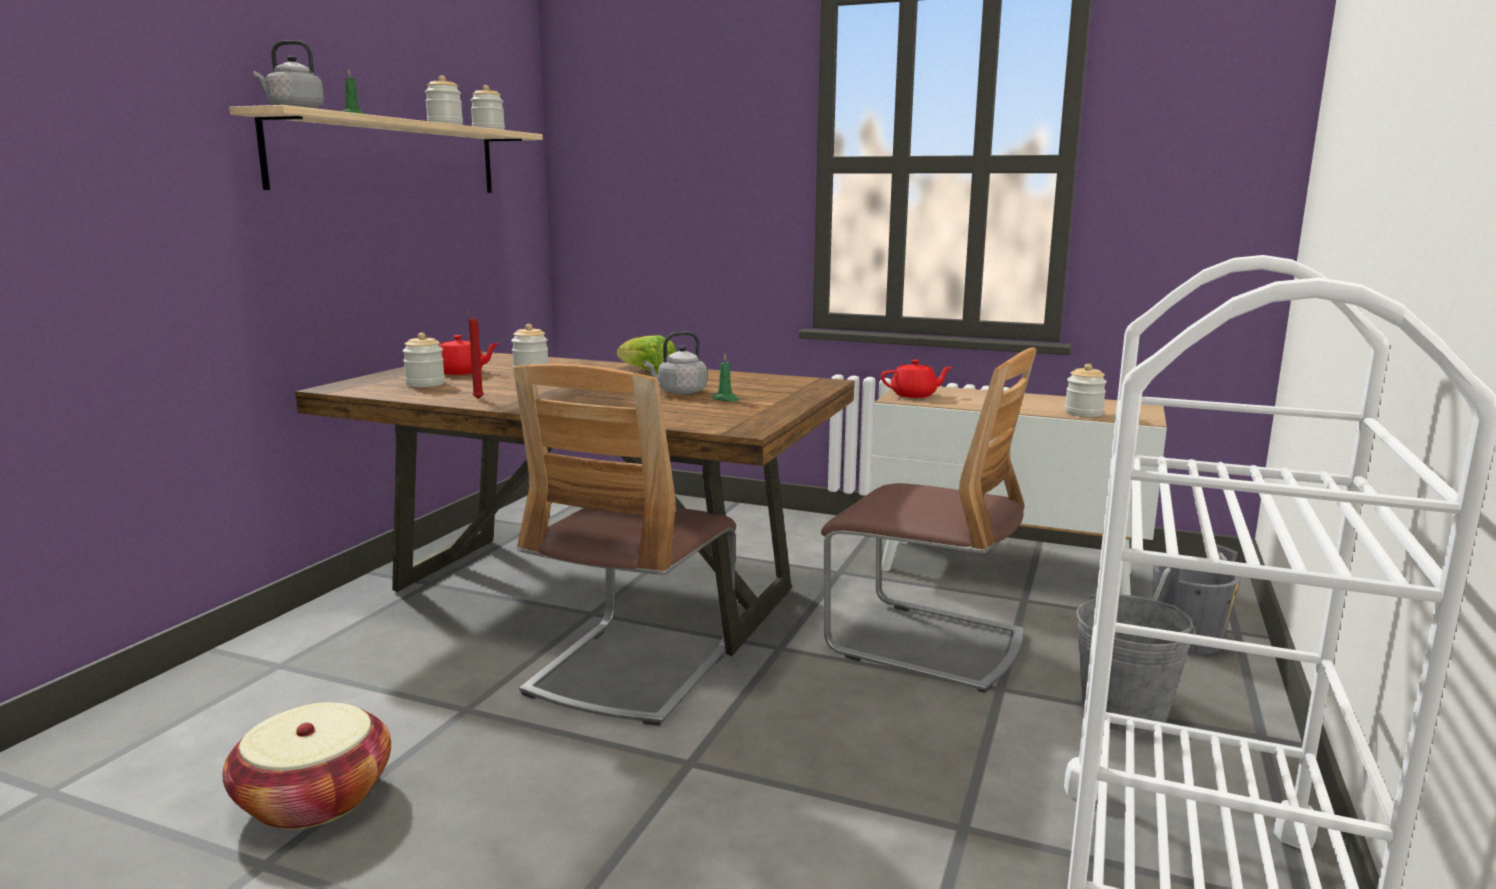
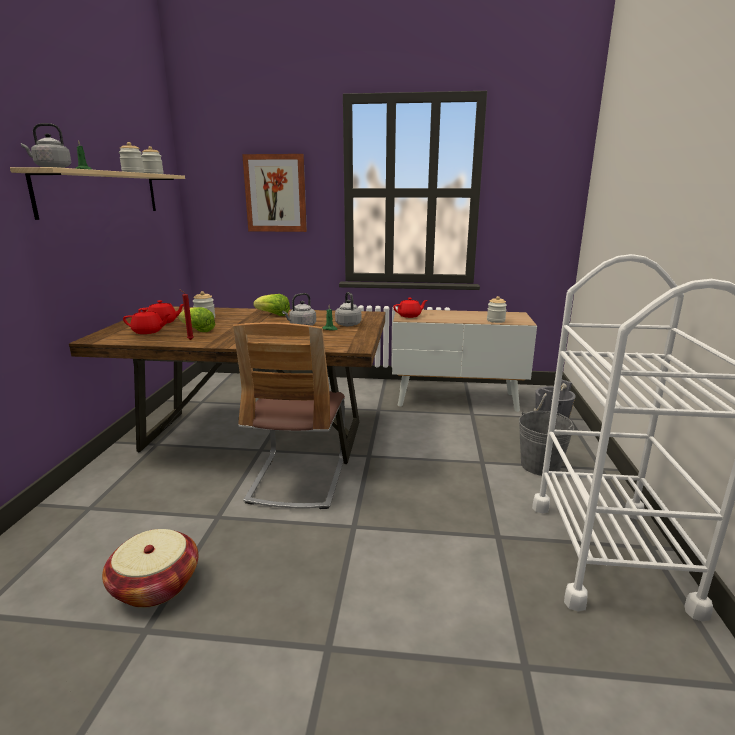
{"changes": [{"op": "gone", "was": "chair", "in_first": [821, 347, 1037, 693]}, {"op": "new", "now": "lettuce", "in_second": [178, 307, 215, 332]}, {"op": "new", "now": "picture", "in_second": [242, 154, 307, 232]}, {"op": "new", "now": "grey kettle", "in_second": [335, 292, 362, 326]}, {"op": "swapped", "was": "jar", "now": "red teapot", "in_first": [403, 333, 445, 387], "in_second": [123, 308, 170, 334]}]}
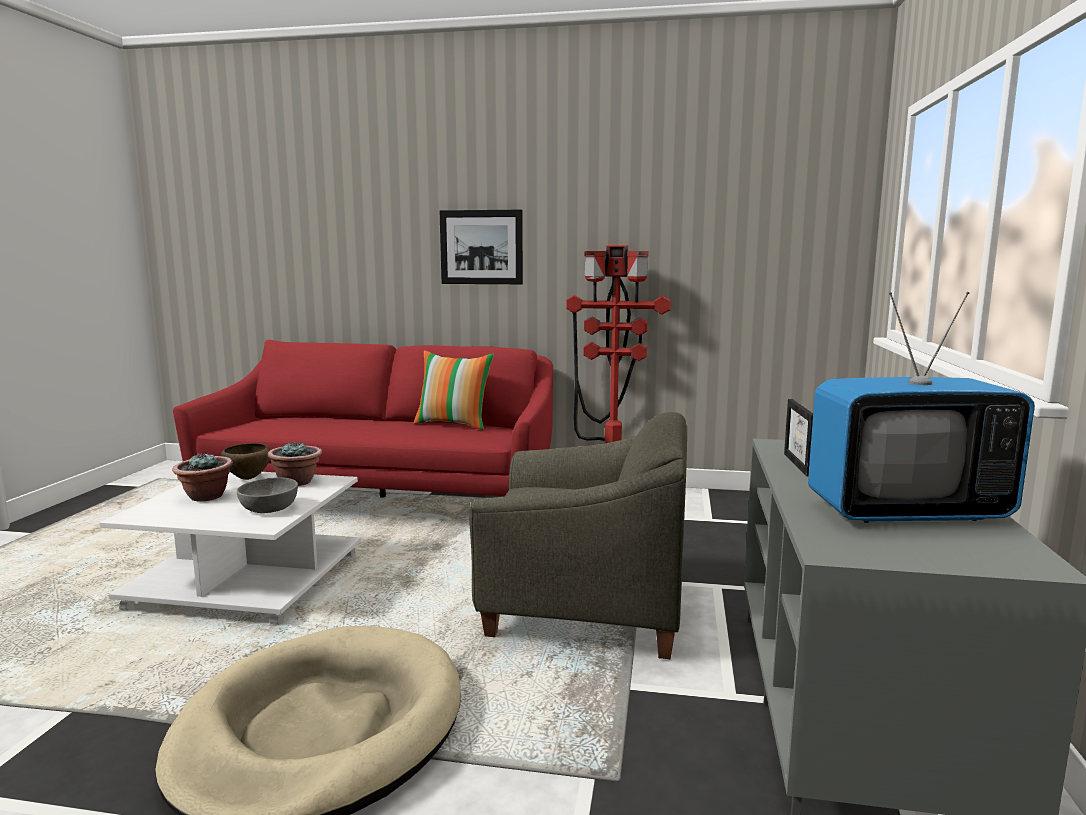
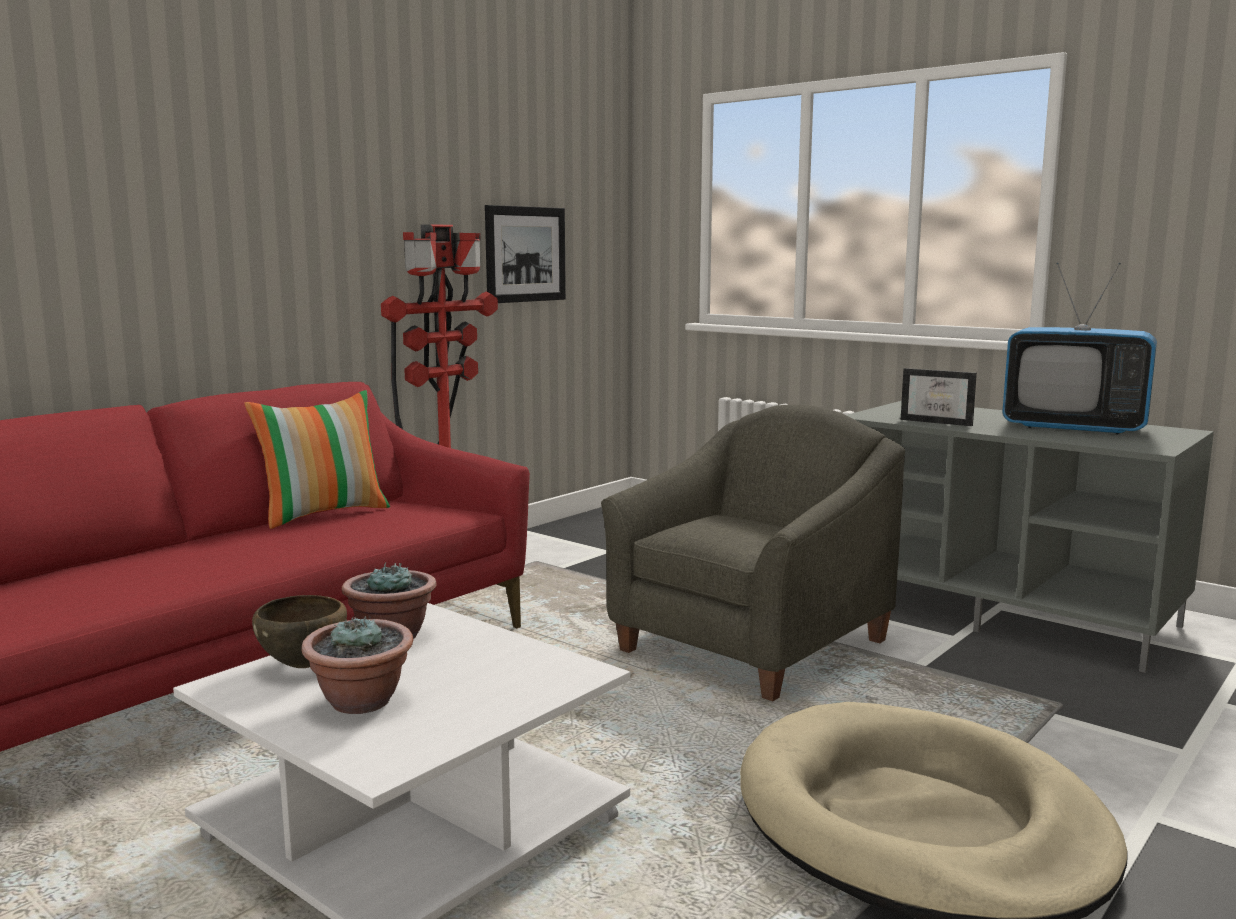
{"changes": [{"op": "gone", "was": "grey bowl", "in_first": [237, 477, 298, 513]}, {"op": "shifted", "was": "picture", "in_first": [440, 210, 523, 284], "in_second": [485, 205, 566, 303]}, {"op": "rotated", "was": "television", "in_first": [808, 292, 1035, 523], "in_second": [1002, 263, 1157, 435], "clockwise": 90}]}
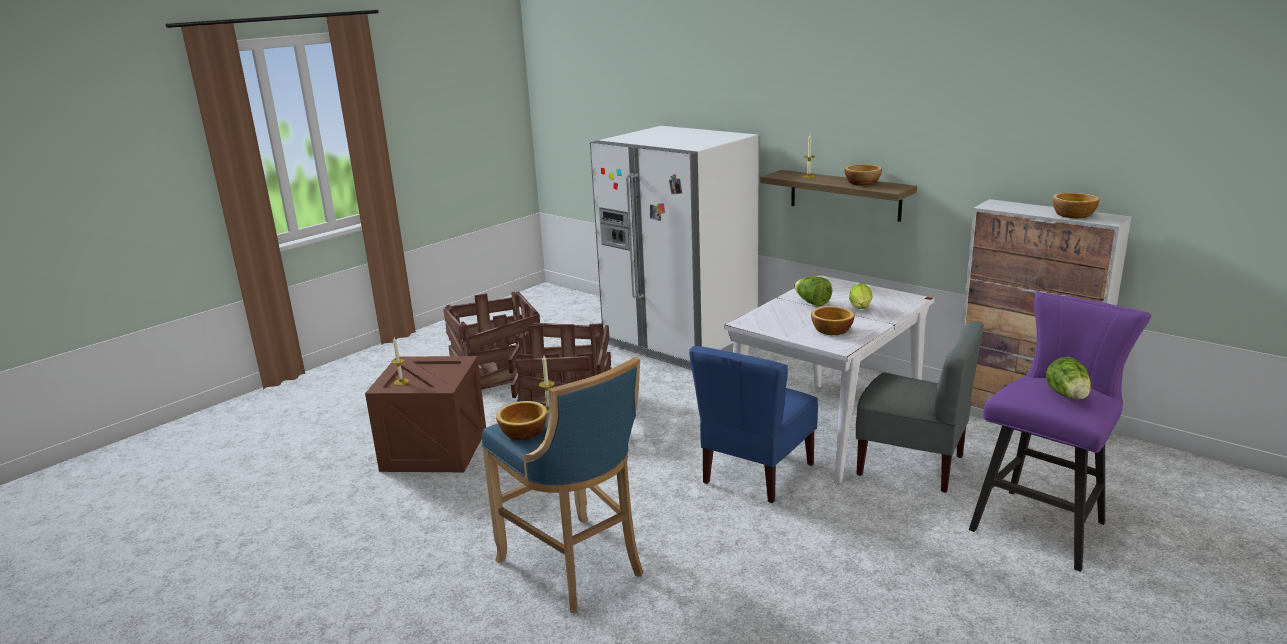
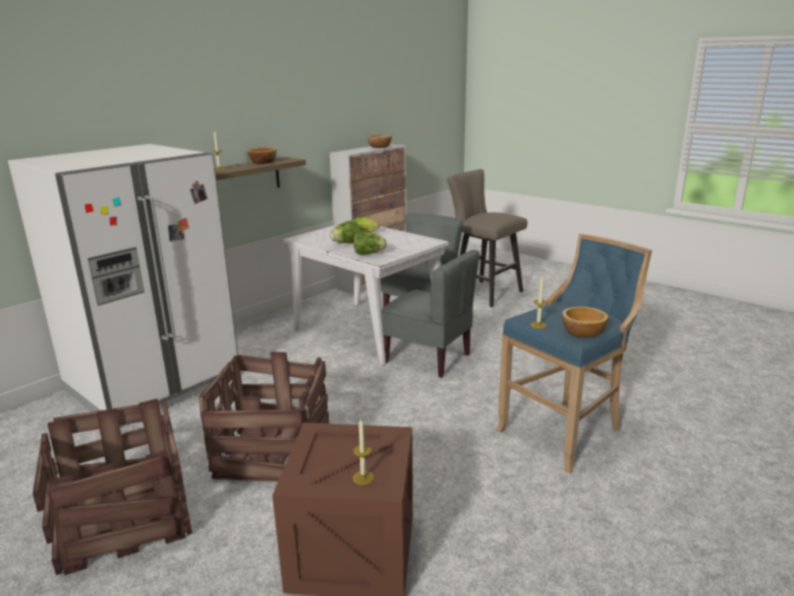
{"changes": [{"op": "gone", "was": "bowl", "in_first": [811, 306, 855, 335]}, {"op": "shifted", "was": "lettuce", "in_first": [1046, 357, 1091, 400], "in_second": [354, 231, 387, 255]}, {"op": "repainted", "was": "blue chair", "now": "grey chair", "in_first": [689, 346, 818, 503], "in_second": [381, 250, 480, 378]}, {"op": "repainted", "was": "purple stool", "now": "beige stool", "in_first": [969, 292, 1151, 572], "in_second": [447, 169, 527, 307]}]}
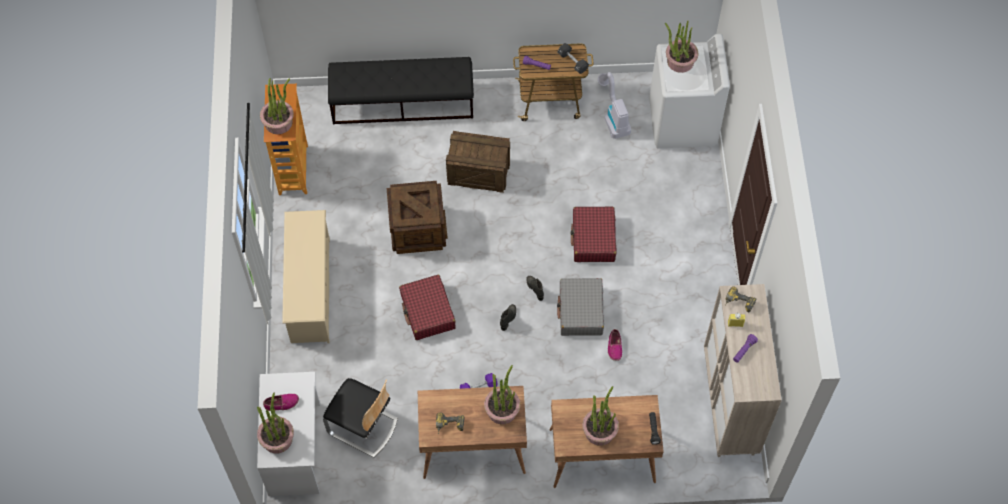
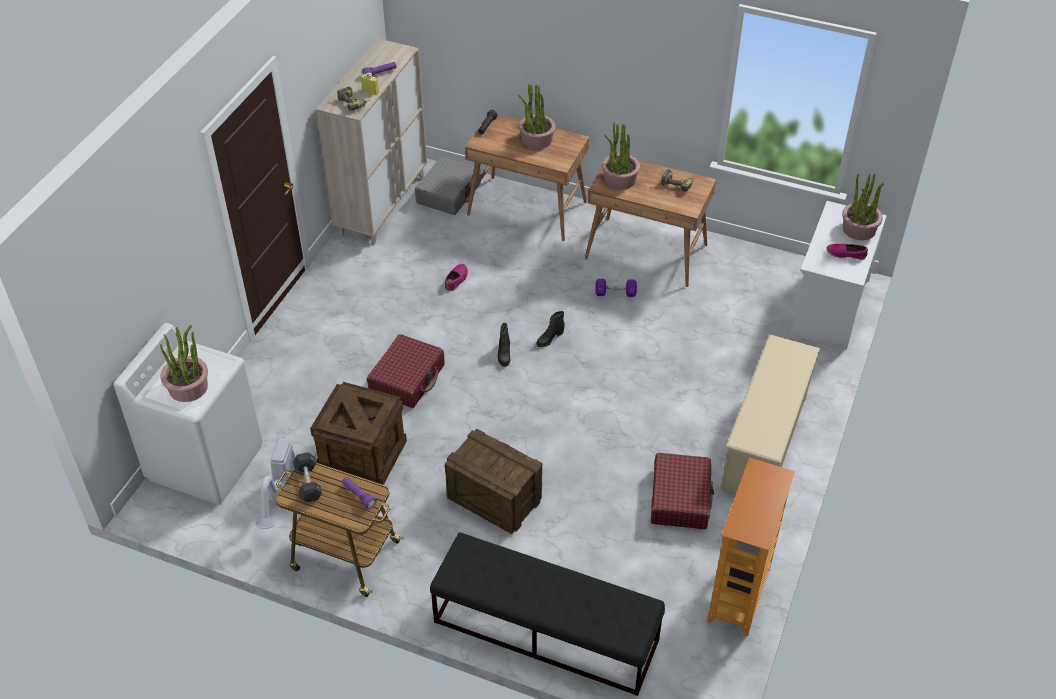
{"changes": [{"op": "gone", "was": "potted plant", "in_first": [260, 78, 294, 134]}, {"op": "gone", "was": "chair", "in_first": [323, 378, 398, 458]}, {"op": "shifted", "was": "crate", "in_first": [387, 181, 448, 254], "in_second": [310, 382, 407, 485]}, {"op": "shifted", "was": "red suitcase", "in_first": [399, 275, 456, 340], "in_second": [651, 453, 714, 529]}, {"op": "shifted", "was": "grey suitcase", "in_first": [557, 278, 604, 336], "in_second": [415, 156, 481, 215]}]}
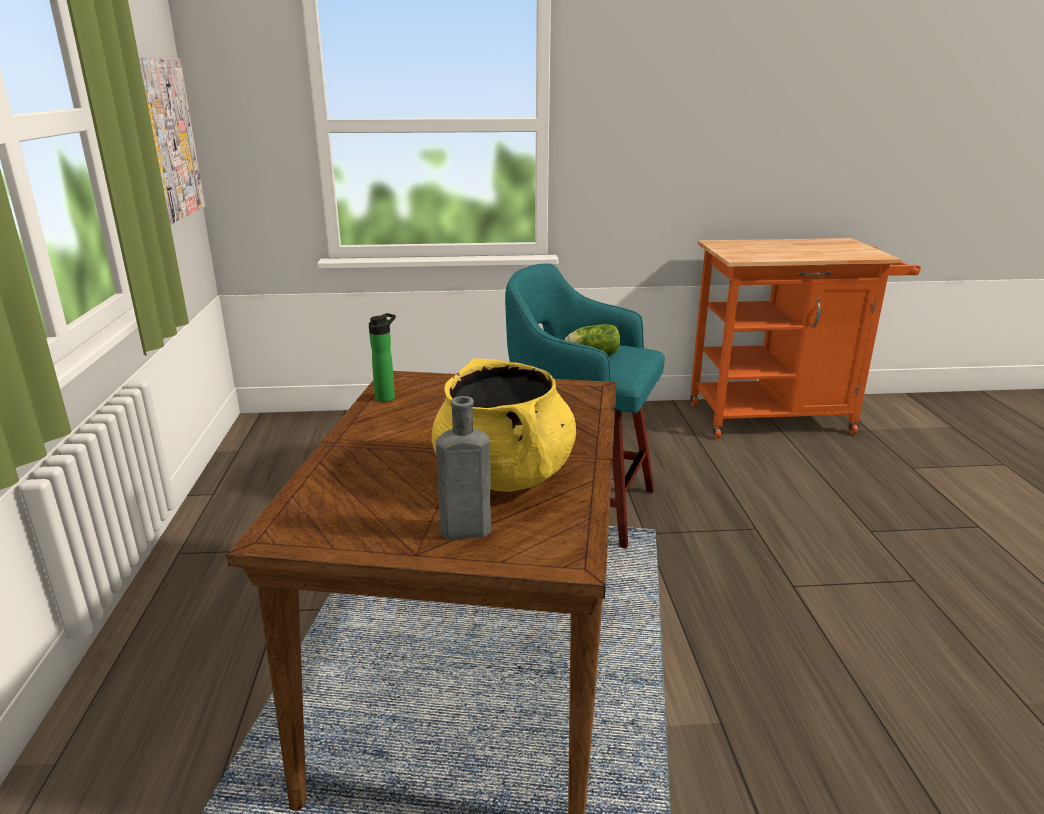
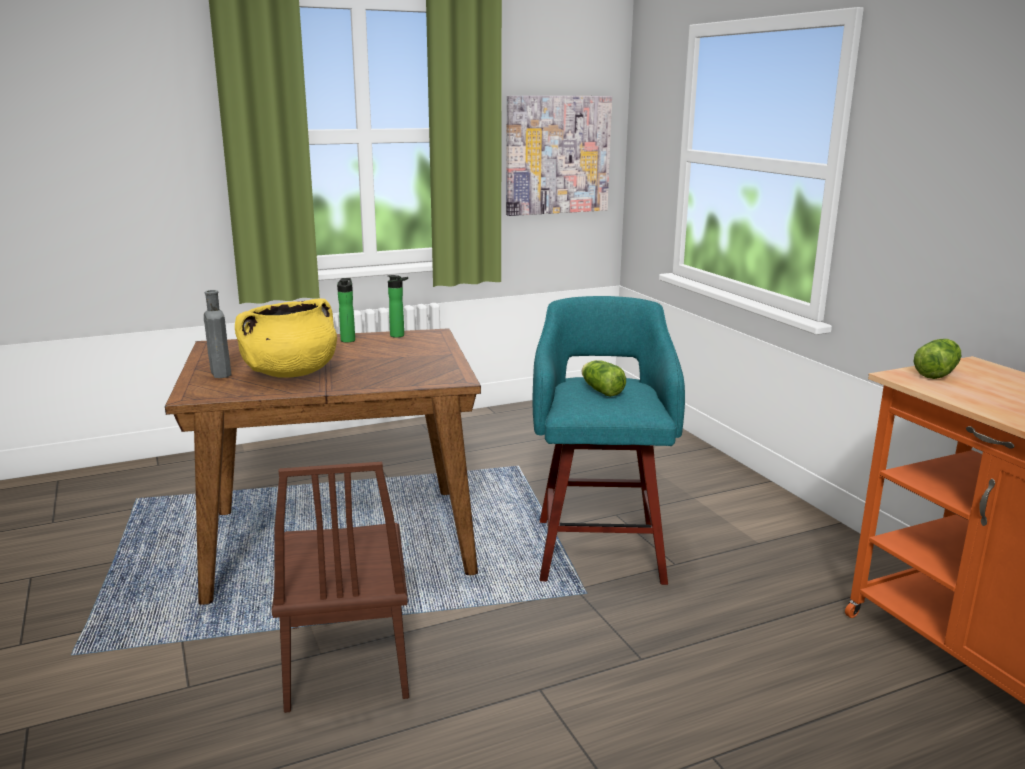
{"changes": [{"op": "new", "now": "brown chair", "in_second": [272, 462, 409, 713]}, {"op": "new", "now": "bottle", "in_second": [337, 278, 355, 343]}, {"op": "new", "now": "lettuce", "in_second": [913, 339, 961, 379]}]}
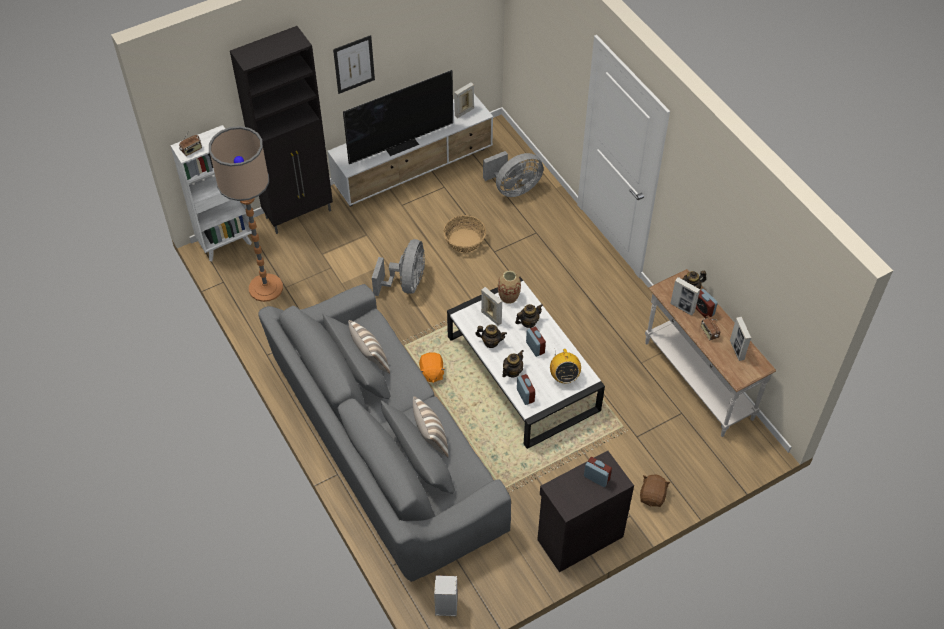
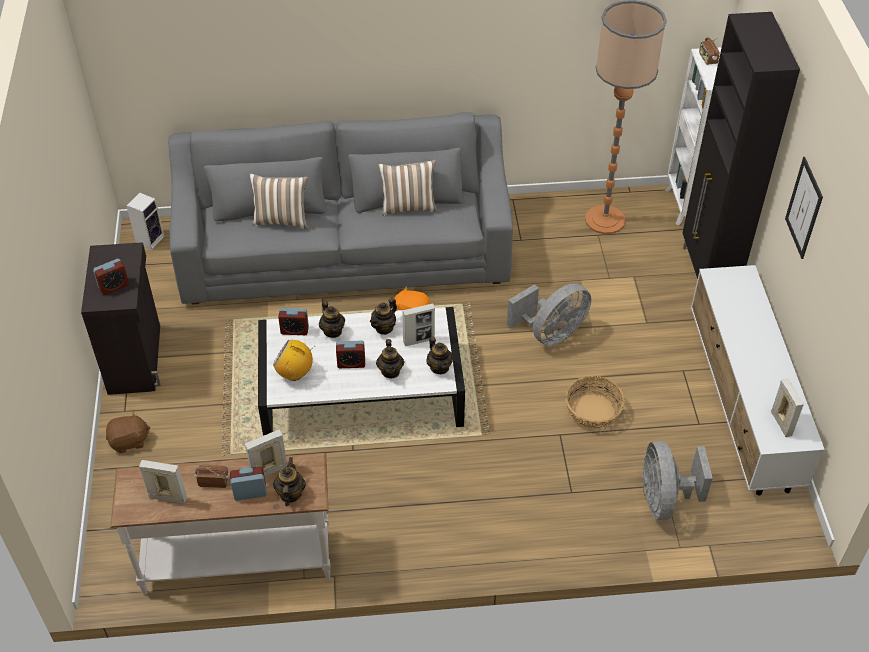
{"changes": [{"op": "gone", "was": "television", "in_first": [343, 70, 453, 164]}, {"op": "swapped", "was": "vase", "now": "teapot", "in_first": [498, 271, 521, 304], "in_second": [426, 336, 453, 374]}, {"op": "rotated", "was": "grey fan", "in_first": [372, 239, 425, 296], "in_second": [507, 283, 591, 346], "clockwise": -75}, {"op": "rotated", "was": "brown plush toy", "in_first": [640, 474, 670, 507], "in_second": [106, 411, 150, 453], "clockwise": -60}]}
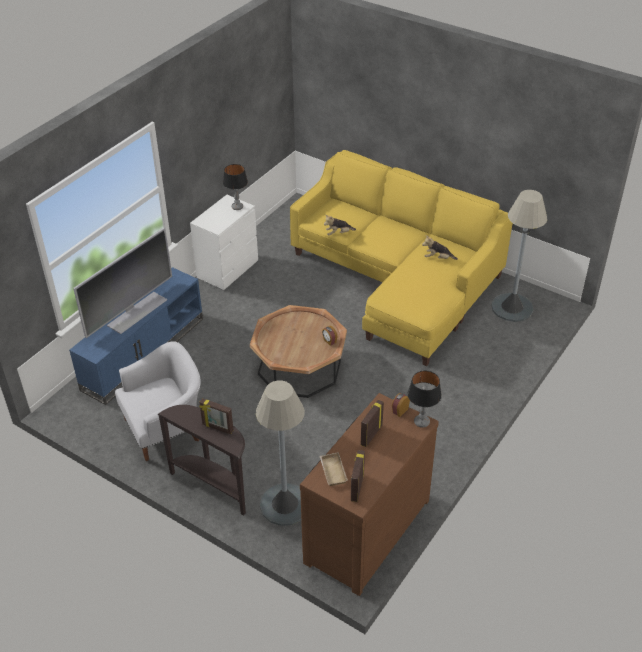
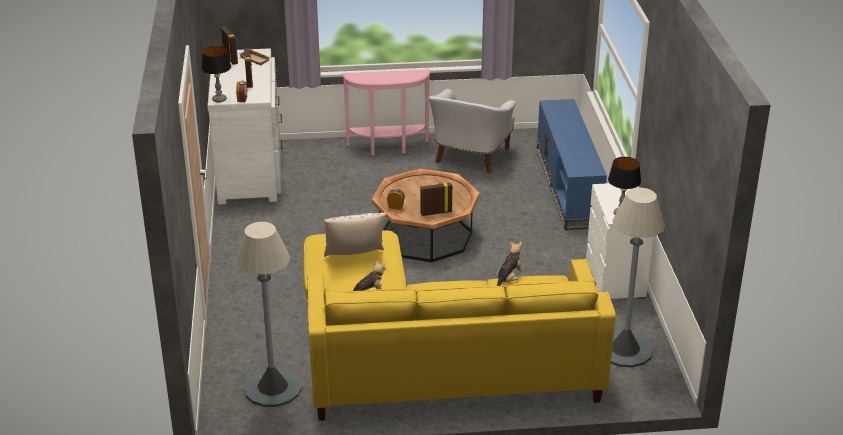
{"changes": [{"op": "gone", "was": "television", "in_first": [73, 228, 172, 338]}, {"op": "new", "now": "pillow", "in_second": [324, 212, 386, 257]}, {"op": "shifted", "was": "picture frame", "in_first": [199, 398, 233, 434], "in_second": [421, 182, 452, 216]}, {"op": "shifted", "was": "grey floor lamp", "in_first": [256, 380, 305, 526], "in_second": [611, 188, 665, 368]}, {"op": "repainted", "was": "brown console table", "now": "pink console table", "in_first": [157, 405, 246, 516], "in_second": [342, 69, 431, 155]}, {"op": "repainted", "was": "brown dresser", "now": "white dresser", "in_first": [300, 393, 439, 596], "in_second": [207, 48, 282, 204]}]}
